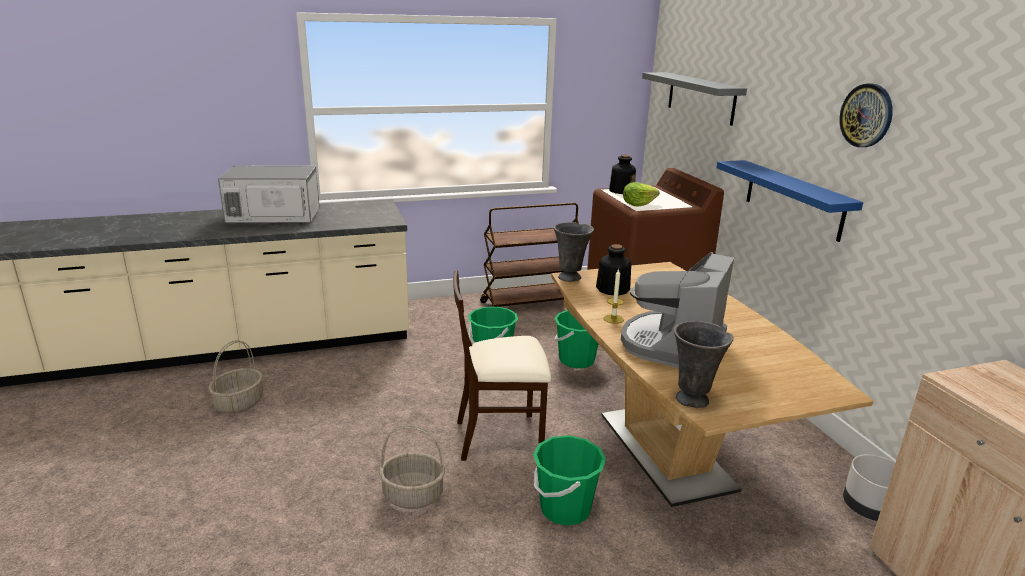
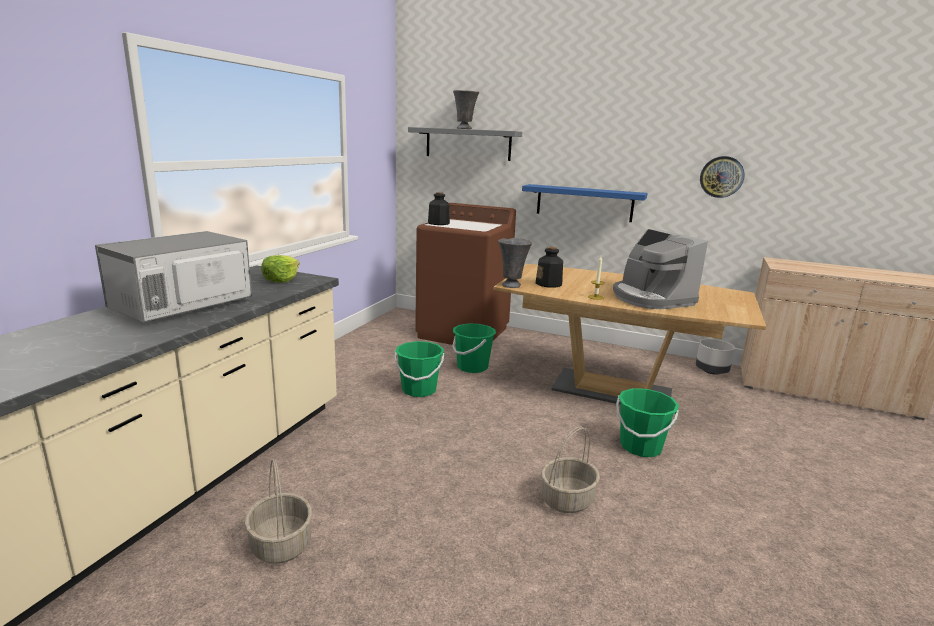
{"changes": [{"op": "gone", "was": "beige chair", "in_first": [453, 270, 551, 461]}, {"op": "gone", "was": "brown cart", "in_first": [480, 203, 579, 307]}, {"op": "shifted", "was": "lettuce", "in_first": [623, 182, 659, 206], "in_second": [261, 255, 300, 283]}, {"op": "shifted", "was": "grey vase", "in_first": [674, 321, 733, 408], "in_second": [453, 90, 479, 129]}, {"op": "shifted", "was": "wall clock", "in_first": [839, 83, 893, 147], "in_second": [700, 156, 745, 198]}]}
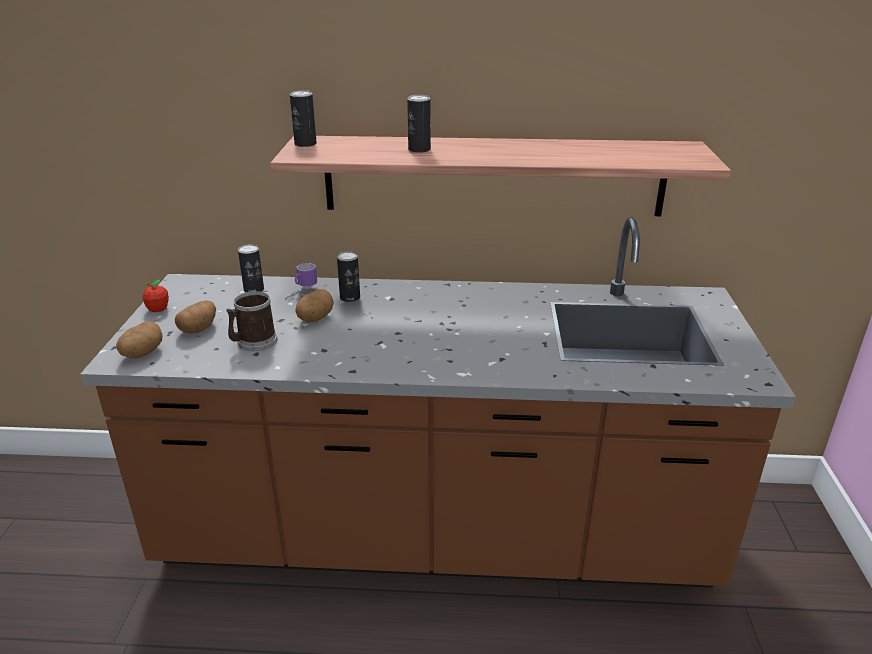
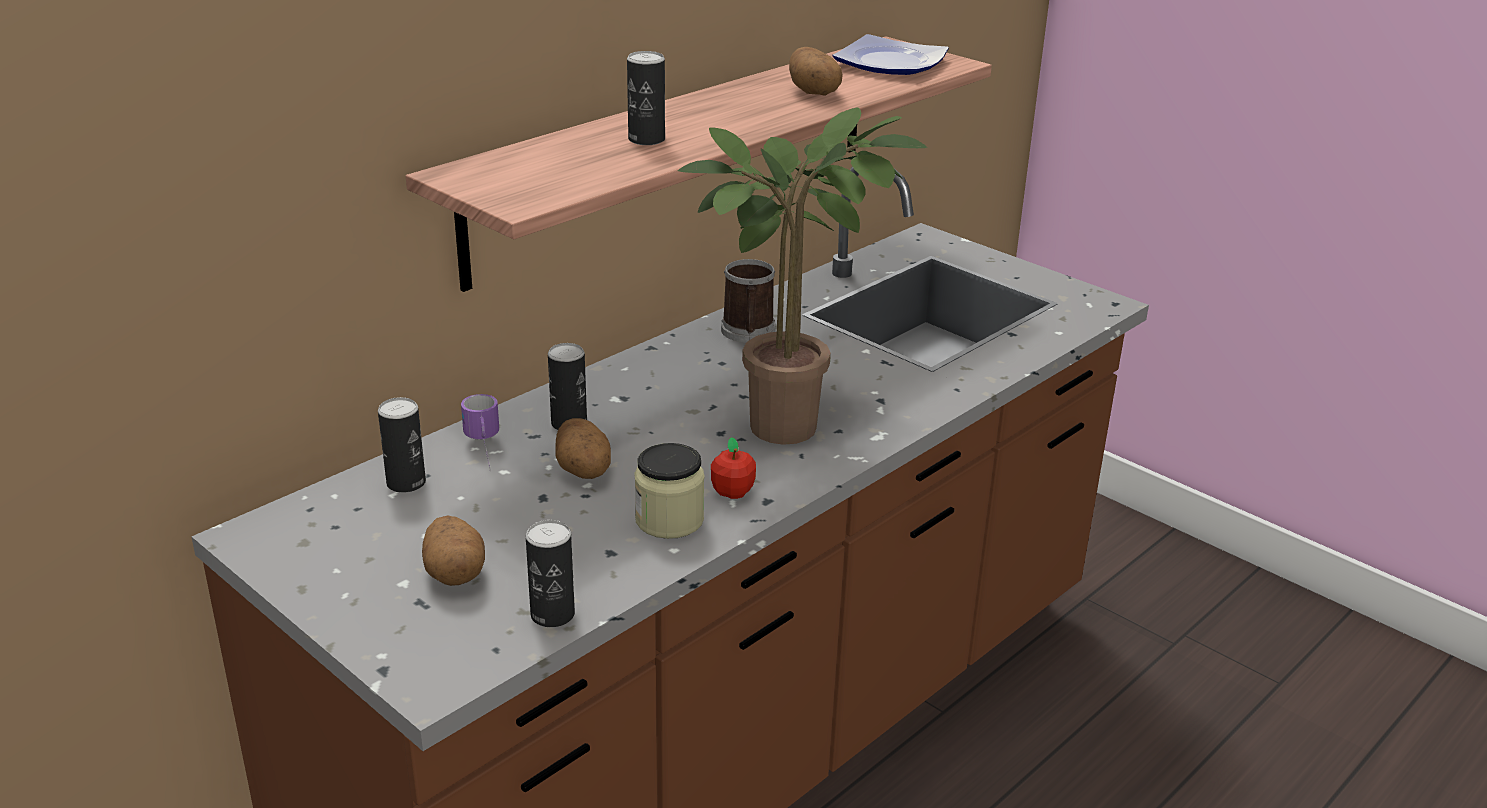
{"changes": [{"op": "new", "now": "jar", "in_second": [634, 443, 704, 539]}, {"op": "new", "now": "potted plant", "in_second": [678, 107, 928, 445]}, {"op": "new", "now": "plate", "in_second": [832, 34, 949, 75]}, {"op": "shifted", "was": "potato", "in_first": [116, 321, 163, 359], "in_second": [789, 47, 843, 96]}, {"op": "shifted", "was": "apple", "in_first": [143, 280, 169, 312], "in_second": [711, 437, 756, 499]}, {"op": "shifted", "was": "mug", "in_first": [226, 291, 278, 352], "in_second": [721, 259, 775, 343]}, {"op": "shifted", "was": "can", "in_first": [290, 90, 317, 147], "in_second": [526, 520, 575, 627]}]}
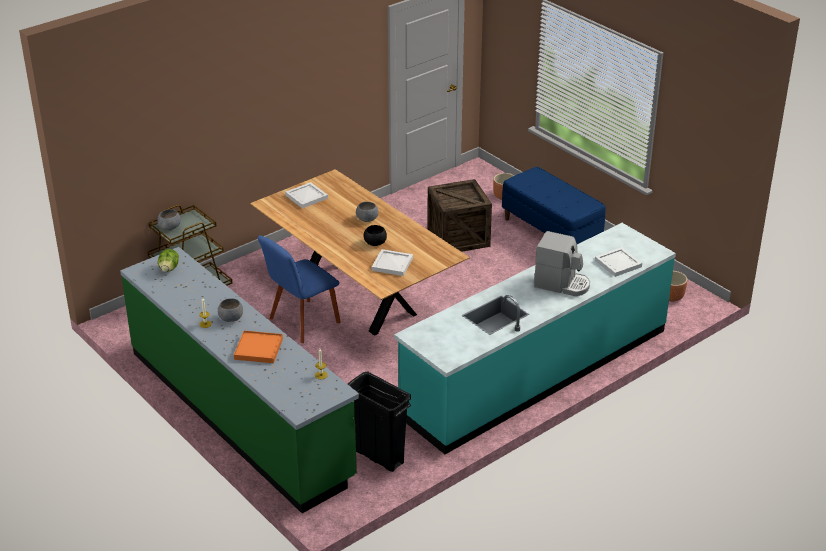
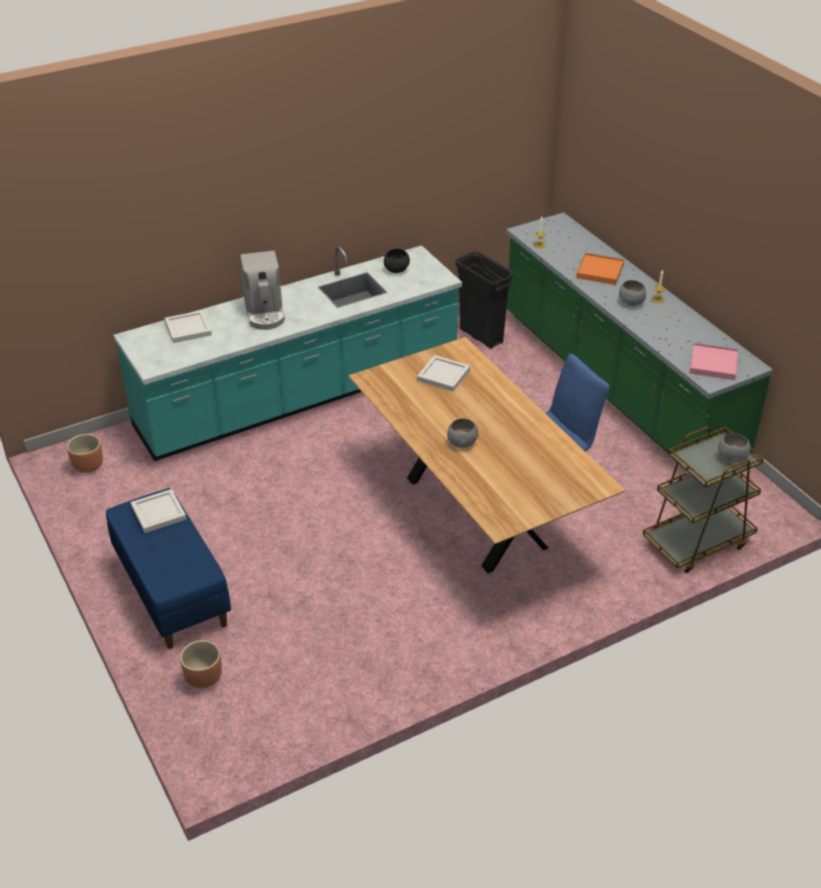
{"changes": [{"op": "gone", "was": "crate", "in_first": [427, 179, 492, 252]}, {"op": "shifted", "was": "white tray", "in_first": [285, 182, 328, 208], "in_second": [130, 489, 186, 533]}, {"op": "shifted", "was": "black bowl", "in_first": [364, 225, 387, 246], "in_second": [384, 249, 410, 273]}, {"op": "swapped", "was": "lettuce", "now": "pink tray", "in_first": [158, 249, 179, 272], "in_second": [690, 343, 739, 380]}, {"op": "rotated", "was": "coffee machine", "in_first": [534, 231, 590, 296], "in_second": [240, 251, 285, 330], "clockwise": -135}]}
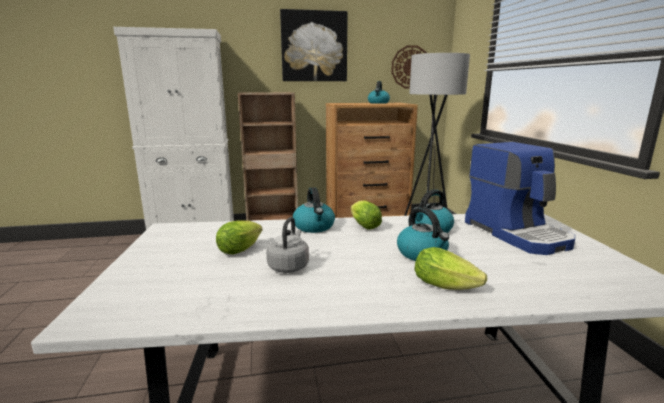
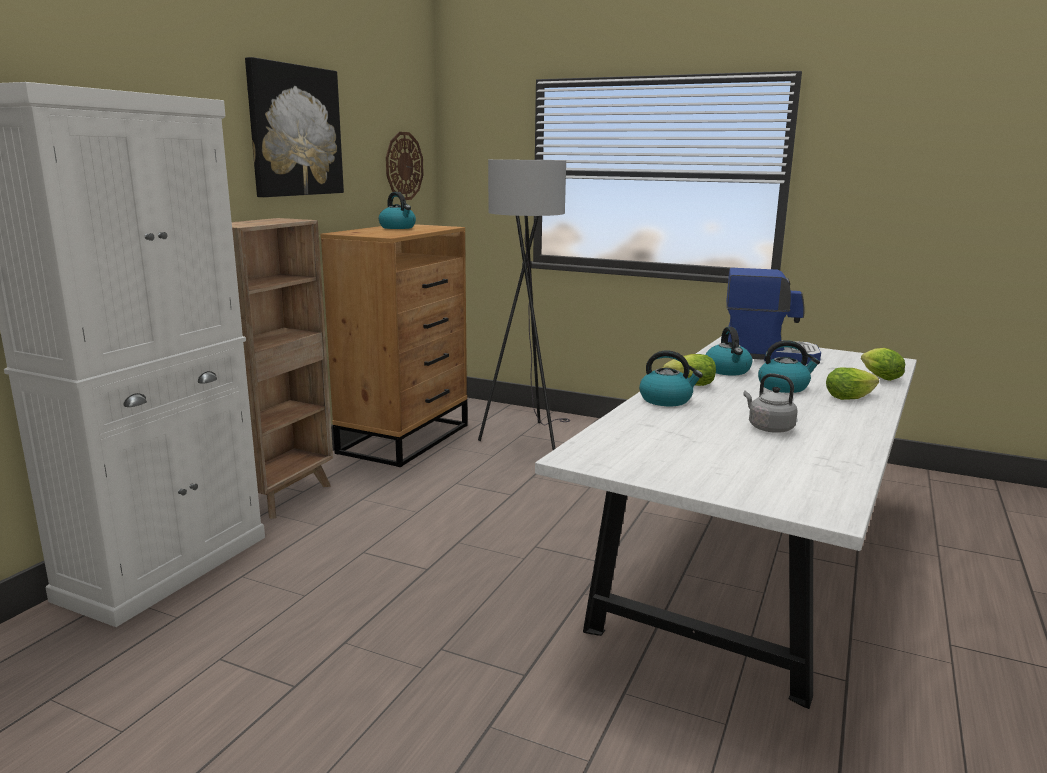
{"changes": [{"op": "shifted", "was": "lettuce", "in_first": [216, 220, 262, 254], "in_second": [861, 348, 905, 381]}]}
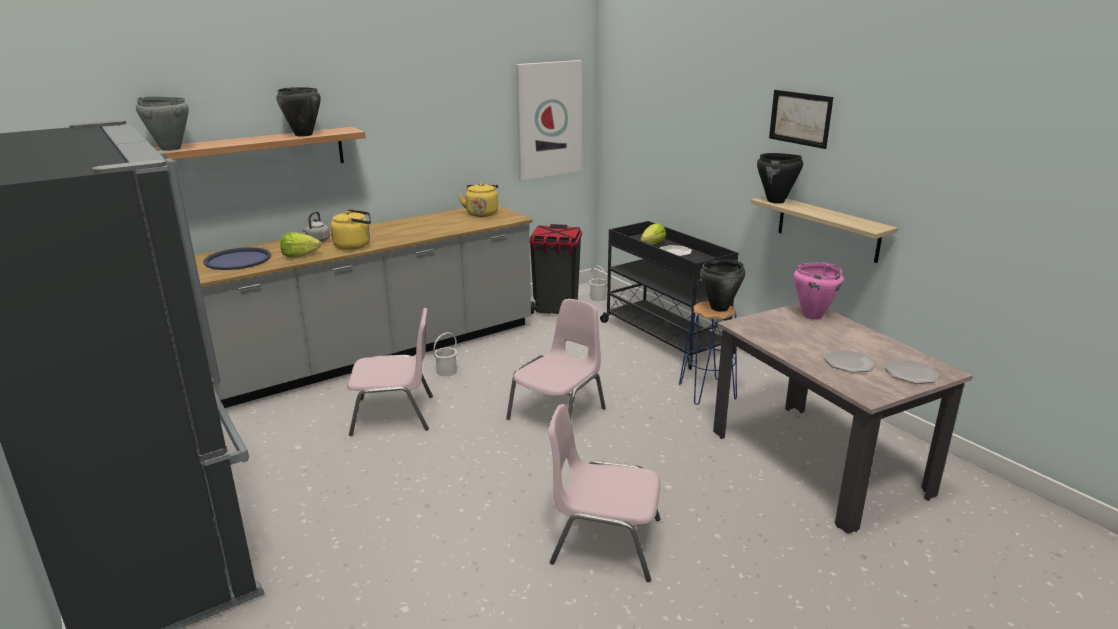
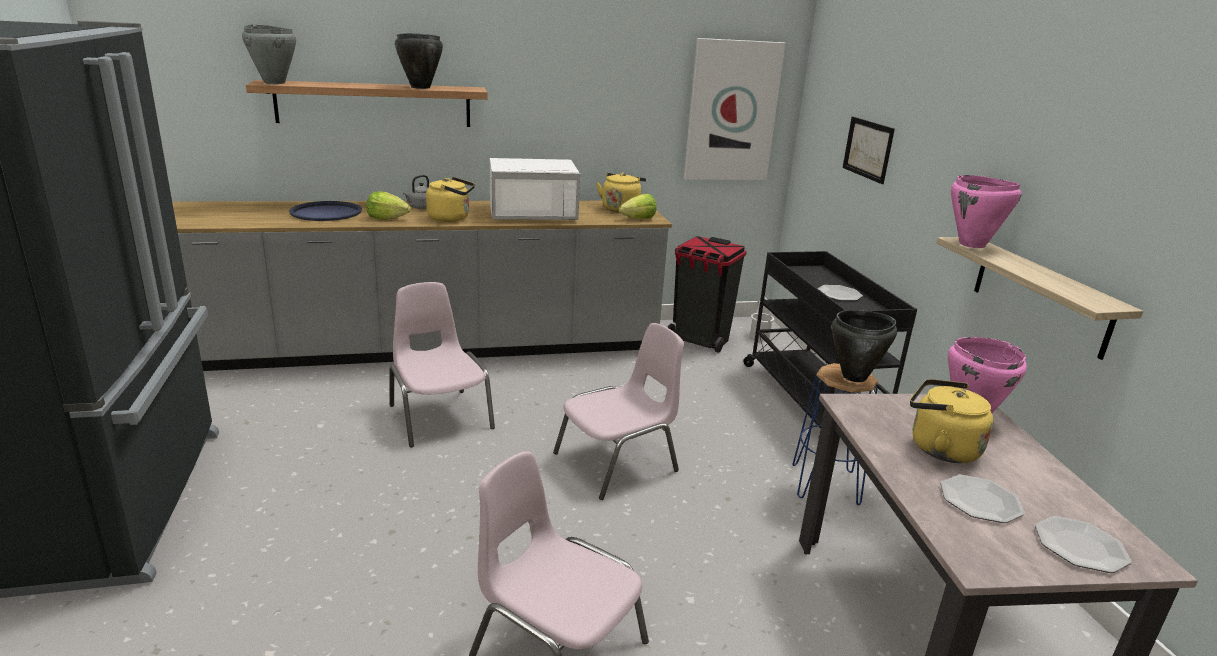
{"changes": [{"op": "gone", "was": "white bucket", "in_first": [433, 332, 457, 376]}, {"op": "new", "now": "white microwave", "in_second": [490, 158, 580, 220]}, {"op": "new", "now": "yellow kettle", "in_second": [910, 379, 993, 463]}, {"op": "shifted", "was": "lettuce", "in_first": [641, 223, 666, 244], "in_second": [619, 194, 657, 219]}, {"op": "shifted", "was": "picture", "in_first": [769, 90, 833, 149], "in_second": [843, 117, 895, 184]}, {"op": "repainted", "was": "black cooking pot", "now": "pink cooking pot", "in_first": [757, 153, 803, 203], "in_second": [951, 175, 1021, 248]}, {"op": "rotated", "was": "pink chair", "in_first": [347, 308, 433, 436], "in_second": [390, 282, 495, 448], "clockwise": -135}]}
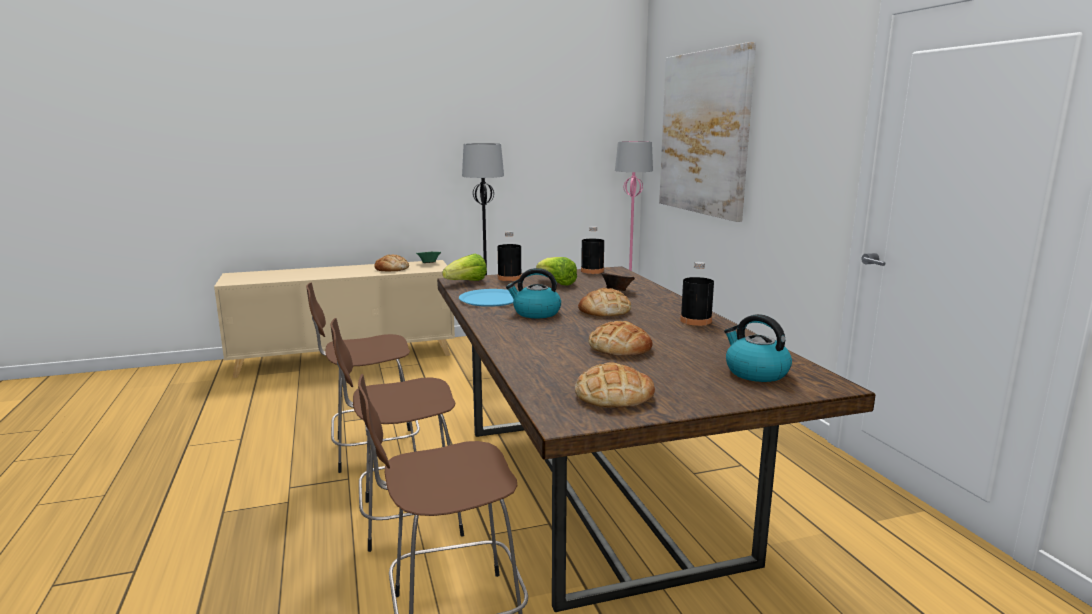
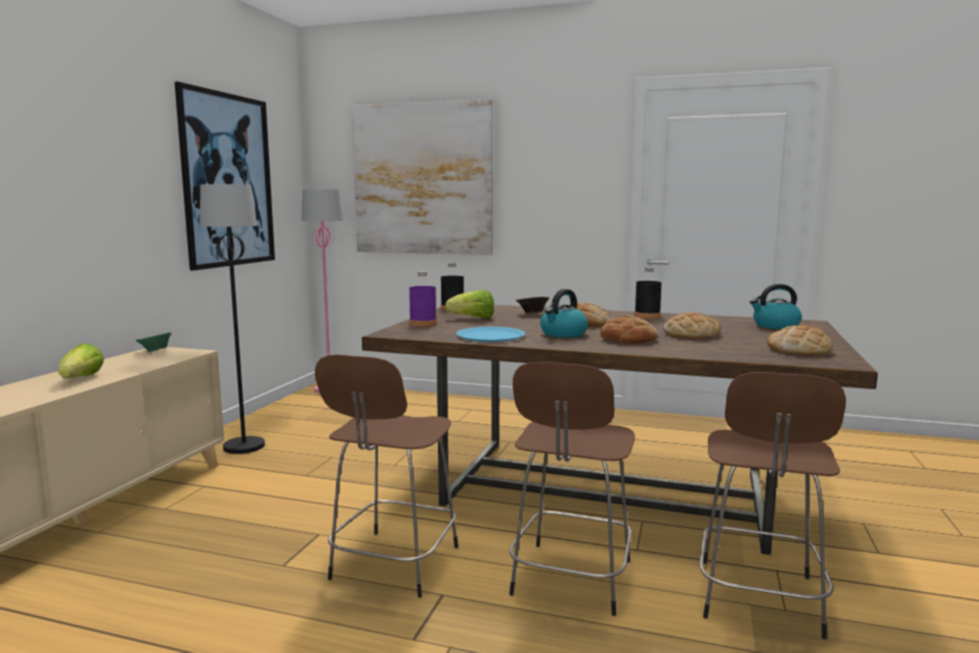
{"changes": [{"op": "new", "now": "picture", "in_second": [175, 81, 275, 271]}, {"op": "shifted", "was": "bread", "in_first": [375, 254, 409, 271], "in_second": [600, 315, 658, 343]}, {"op": "shifted", "was": "lettuce", "in_first": [442, 254, 487, 281], "in_second": [58, 343, 104, 378]}, {"op": "repainted", "was": "black bottle", "now": "purple bottle", "in_first": [498, 231, 522, 281], "in_second": [409, 271, 437, 326]}]}
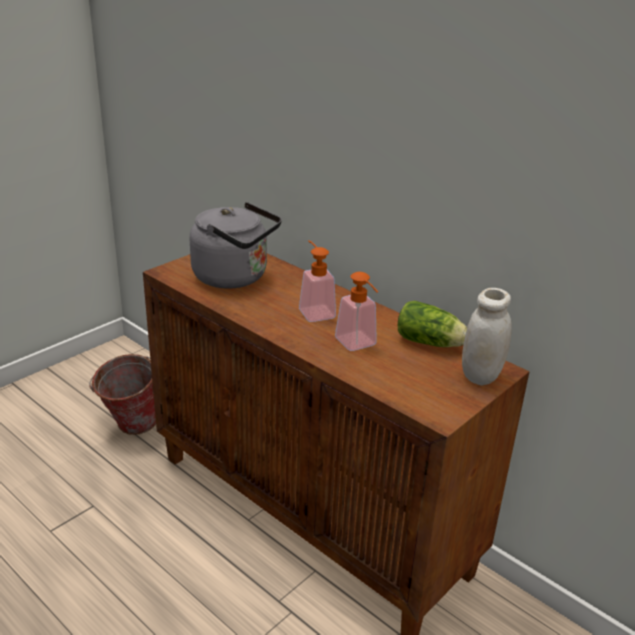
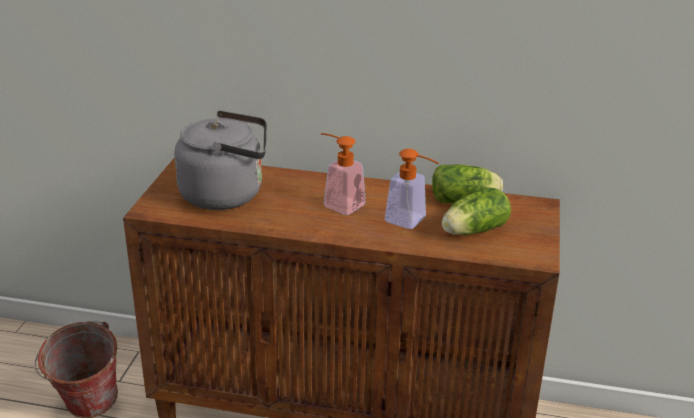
{"changes": [{"op": "gone", "was": "white jar", "in_first": [462, 288, 512, 385]}, {"op": "new", "now": "lettuce", "in_second": [442, 188, 511, 235]}]}
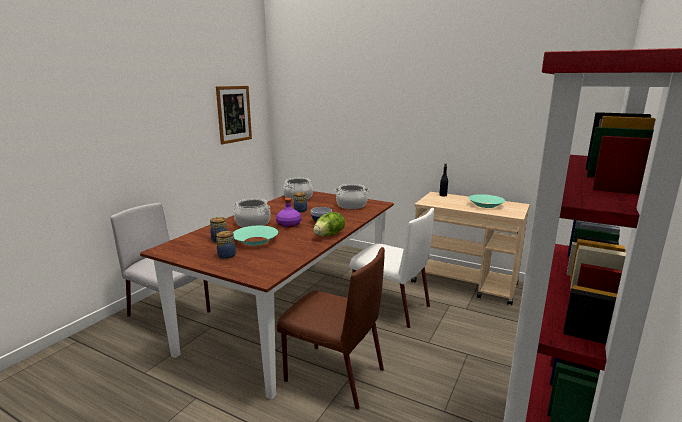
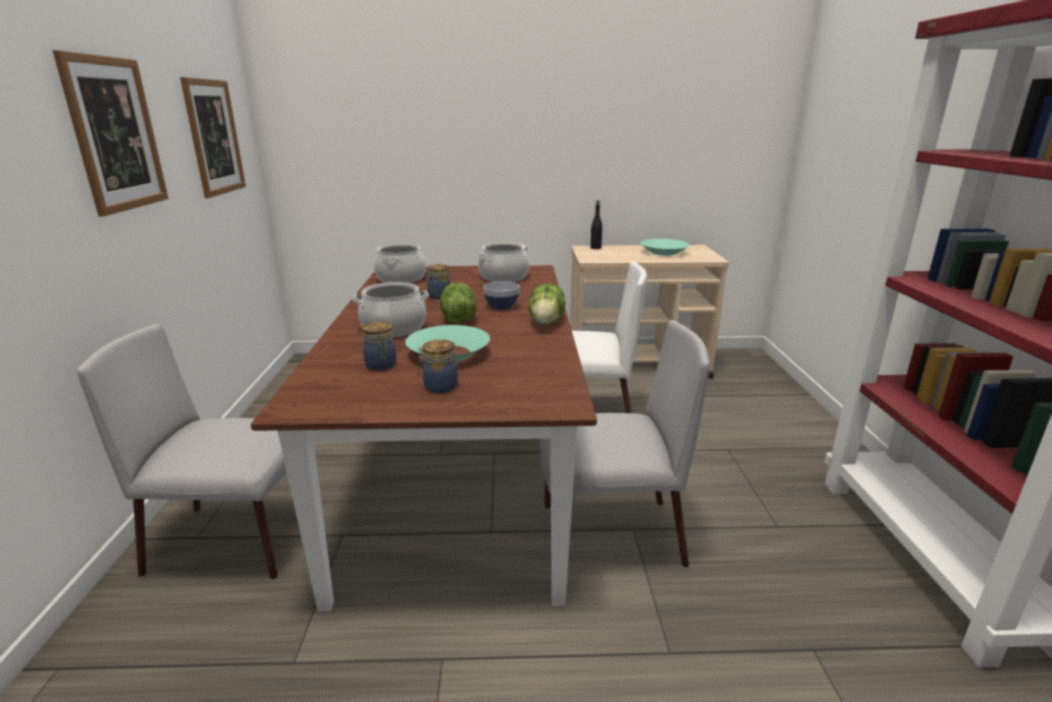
{"changes": [{"op": "new", "now": "picture", "in_second": [53, 50, 169, 217]}, {"op": "swapped", "was": "purple bottle", "now": "lettuce", "in_first": [276, 198, 301, 227], "in_second": [440, 283, 477, 323]}, {"op": "repainted", "was": "brown chair", "now": "grey chair", "in_first": [277, 247, 385, 409], "in_second": [539, 320, 710, 568]}]}
